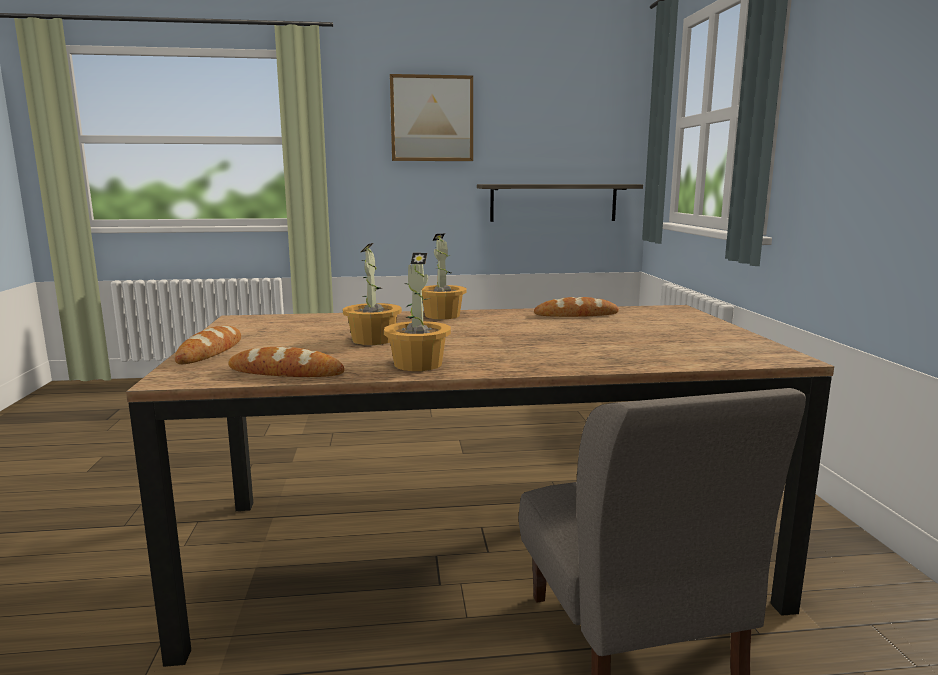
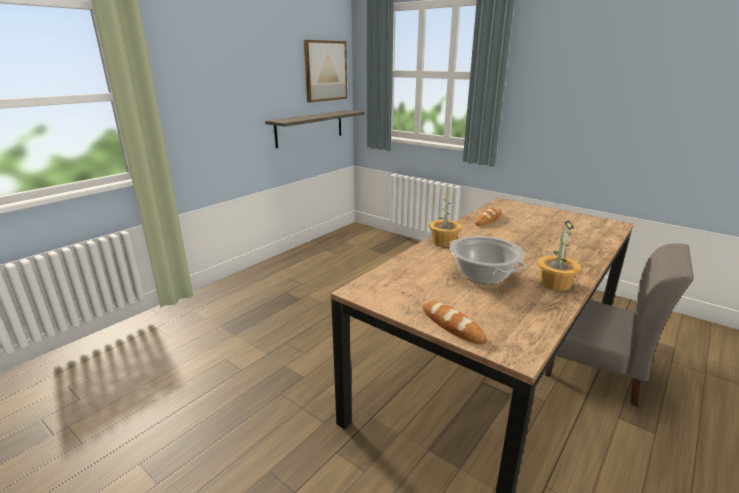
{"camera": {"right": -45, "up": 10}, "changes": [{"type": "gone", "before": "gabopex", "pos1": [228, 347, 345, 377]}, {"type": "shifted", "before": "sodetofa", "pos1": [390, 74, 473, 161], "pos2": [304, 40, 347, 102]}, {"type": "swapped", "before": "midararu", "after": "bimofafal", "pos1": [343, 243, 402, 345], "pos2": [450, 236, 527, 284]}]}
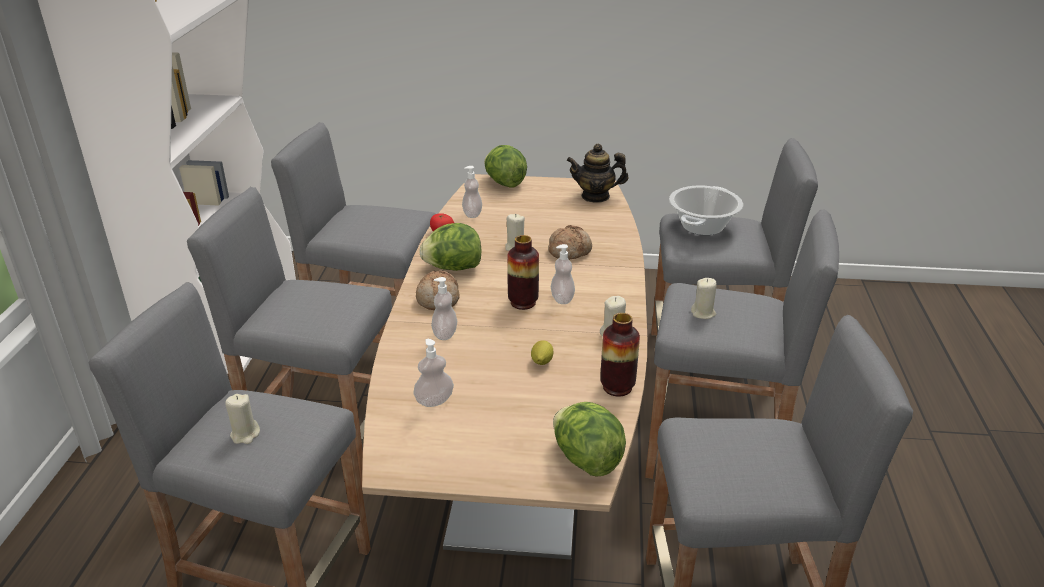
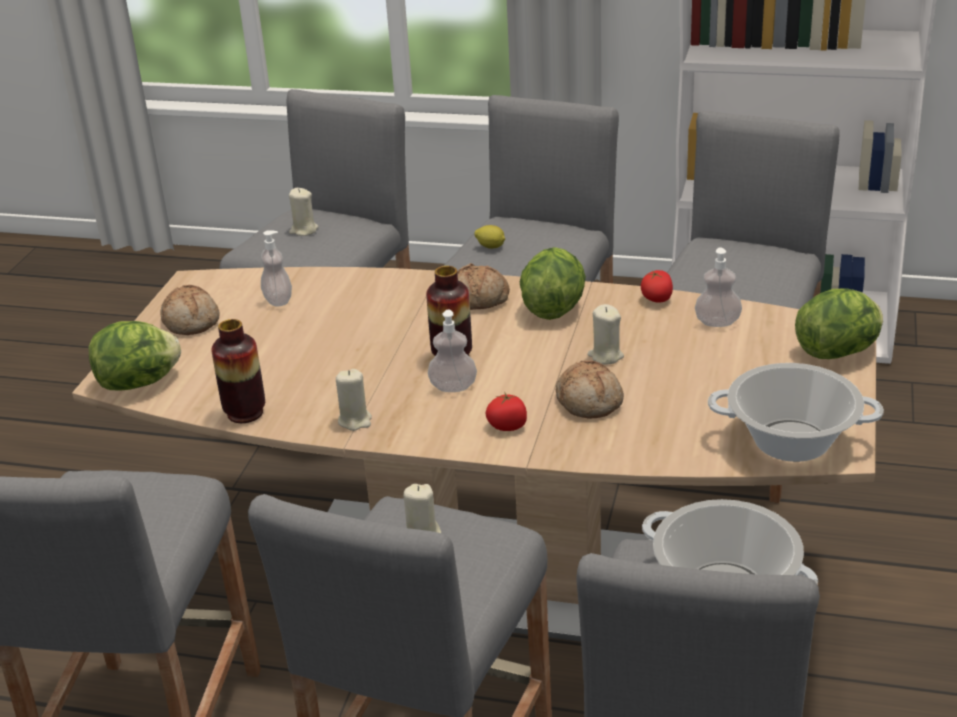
{"camera": {"right": 100, "up": 0}, "changes": [{"type": "gone", "before": "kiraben", "pos1": [431, 277, 457, 340]}, {"type": "new", "after": "gabopex", "pos2": [160, 285, 219, 335]}, {"type": "new", "after": "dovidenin", "pos2": [486, 391, 527, 431]}, {"type": "shifted", "before": "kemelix", "pos1": [531, 340, 553, 365], "pos2": [474, 225, 505, 249]}, {"type": "swapped", "before": "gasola", "after": "bimofafal", "pos1": [566, 144, 628, 203], "pos2": [708, 363, 884, 462]}]}
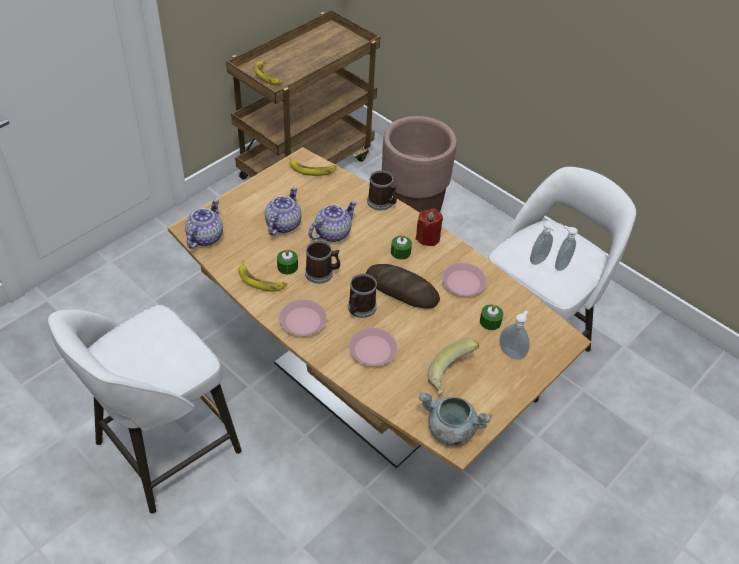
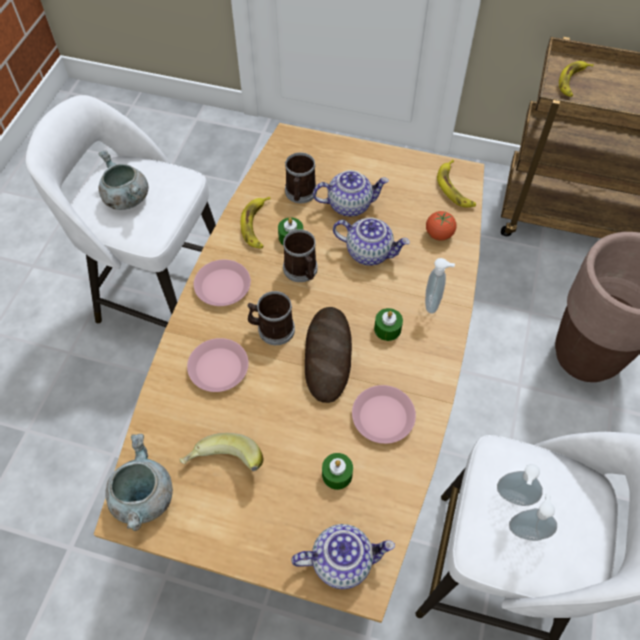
{"camera": {"right": 65, "up": 10}, "changes": [{"type": "gone", "before": "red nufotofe", "pos1": [416, 209, 443, 246]}, {"type": "new", "after": "grey bimofafal", "pos2": [99, 150, 148, 210]}, {"type": "new", "after": "dovidenin", "pos2": [426, 211, 457, 241]}, {"type": "shifted", "before": "gasola", "pos1": [185, 199, 223, 249], "pos2": [291, 524, 395, 589]}, {"type": "shifted", "before": "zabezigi", "pos1": [367, 170, 397, 211], "pos2": [285, 152, 317, 203]}, {"type": "shifted", "before": "kiraben", "pos1": [499, 311, 530, 360], "pos2": [425, 258, 455, 313]}]}
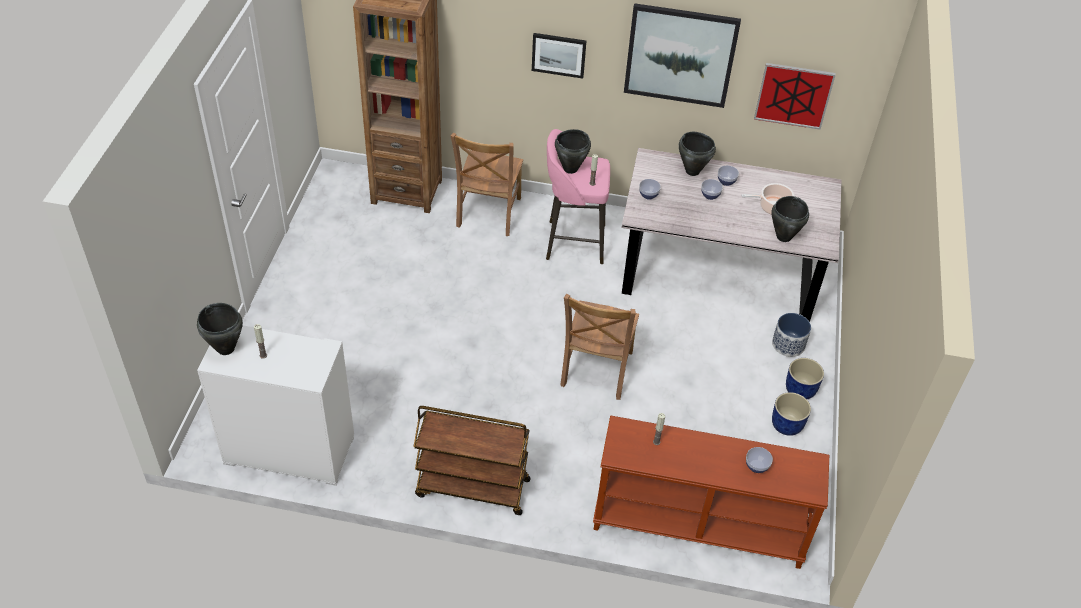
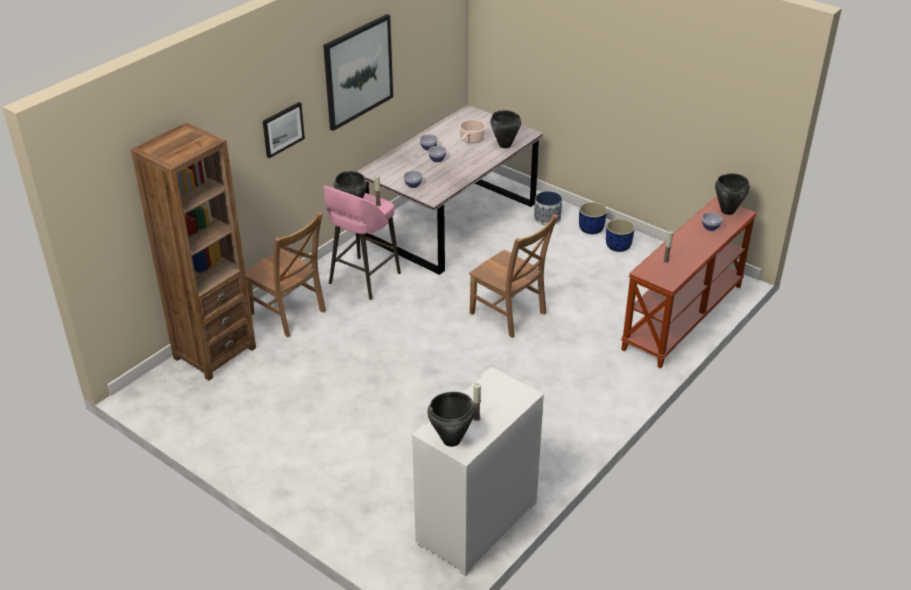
{"camera": {"right": -60, "up": -10}, "changes": [{"type": "gone", "before": "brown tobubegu", "pos1": [413, 406, 531, 515]}, {"type": "gone", "before": "sodetofa", "pos1": [754, 63, 836, 130]}, {"type": "shifted", "before": "black bimofafal", "pos1": [679, 132, 716, 176], "pos2": [715, 174, 750, 215]}]}
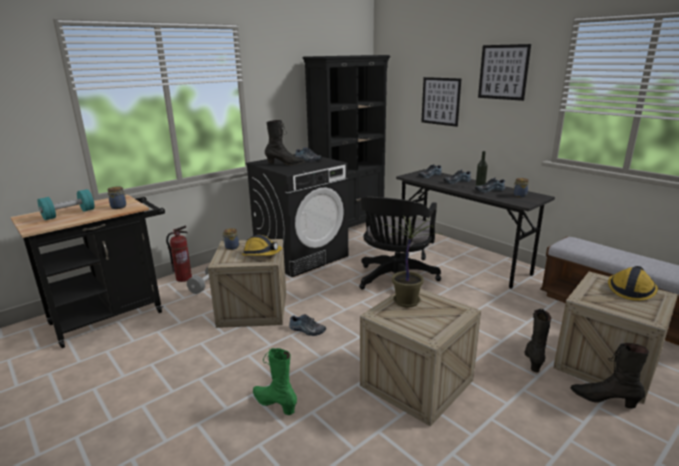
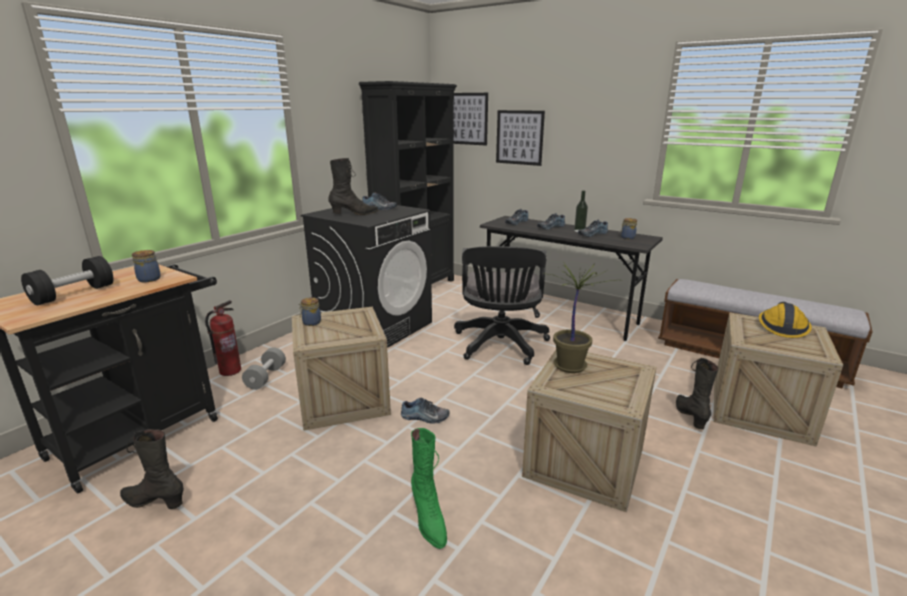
{"camera": {"right": -15, "up": 0}, "changes": [{"type": "gone", "before": "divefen", "pos1": [242, 235, 282, 256]}, {"type": "shifted", "before": "sodetofa", "pos1": [478, 44, 531, 101], "pos2": [453, 93, 488, 145]}, {"type": "shifted", "before": "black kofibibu", "pos1": [570, 343, 649, 409], "pos2": [120, 429, 184, 509]}, {"type": "repainted", "before": "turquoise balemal", "after": "black balemal", "pos1": [38, 189, 95, 220], "pos2": [21, 256, 114, 305]}, {"type": "rotated", "before": "green kofibibu", "pos1": [253, 348, 297, 415], "pos2": [411, 428, 447, 549], "turn": -135}]}
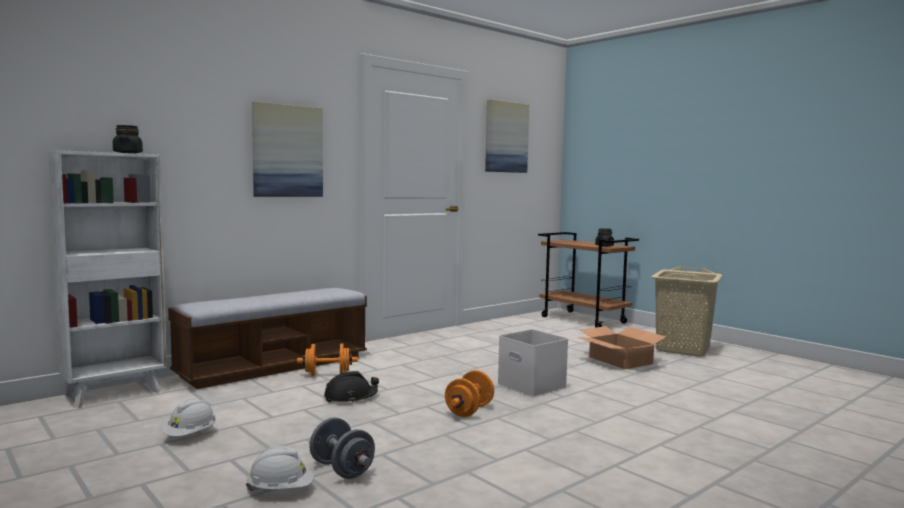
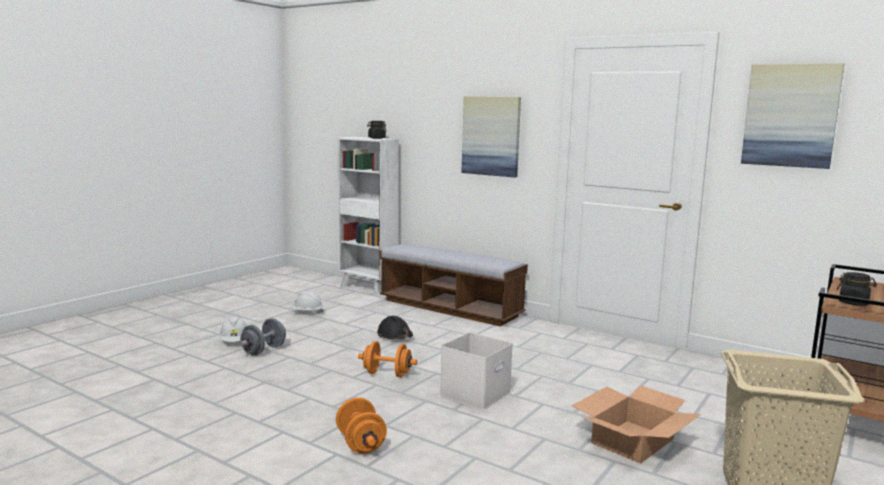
{"camera": {"right": 75, "up": 5}, "changes": [{"type": "shifted", "before": "orange balemal", "pos1": [297, 344, 358, 377], "pos2": [336, 397, 387, 454]}]}
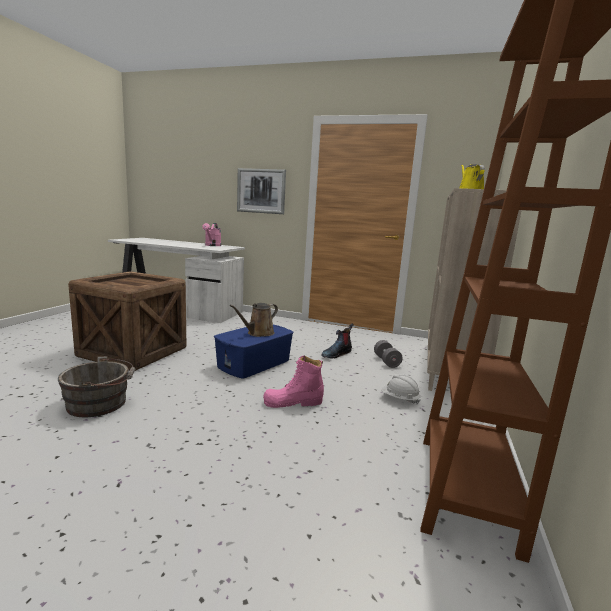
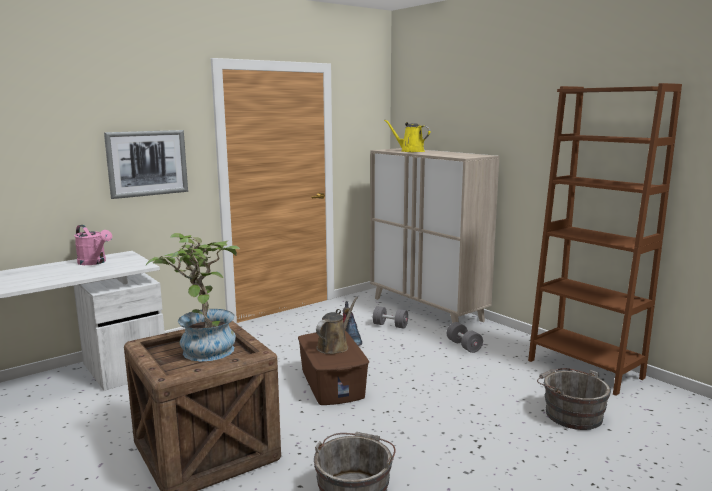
{"camera": {"right": -55, "up": 0}, "changes": [{"type": "gone", "before": "pink kofibibu", "pos1": [263, 355, 324, 408]}, {"type": "new", "after": "midararu", "pos2": [146, 233, 240, 361]}, {"type": "new", "after": "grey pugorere", "pos2": [537, 368, 611, 430]}, {"type": "swapped", "before": "white divefen", "after": "grey balemal", "pos1": [381, 374, 421, 404], "pos2": [447, 322, 483, 353]}, {"type": "repainted", "before": "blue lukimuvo", "after": "brown lukimuvo", "pos1": [214, 325, 294, 379], "pos2": [298, 331, 369, 405]}, {"type": "rotated", "before": "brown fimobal", "pos1": [229, 303, 278, 337], "pos2": [316, 297, 358, 354], "turn": -135}]}
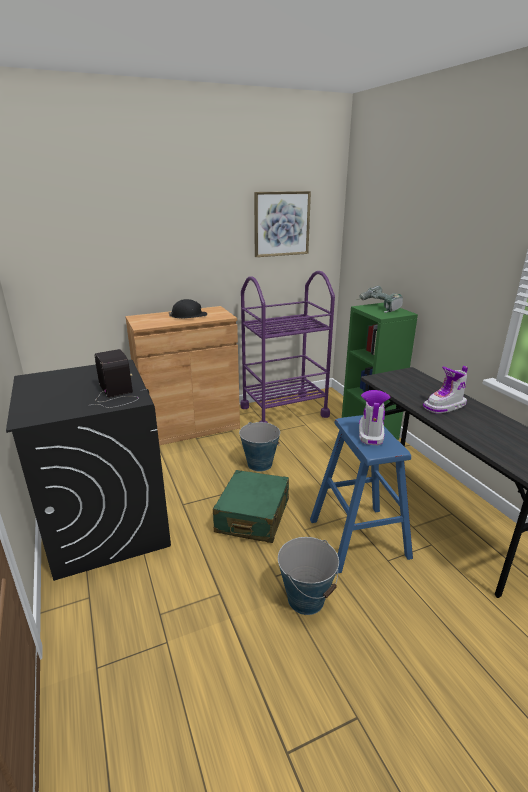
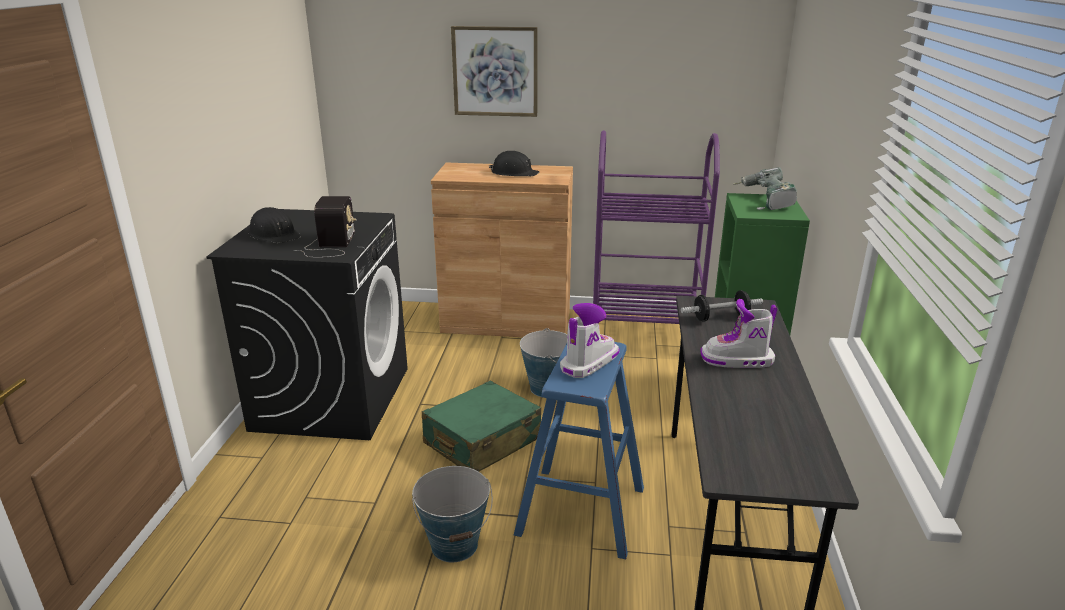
{"camera": {"right": 30, "up": 0}, "changes": [{"type": "new", "after": "black divefen", "pos2": [248, 207, 301, 243]}, {"type": "new", "after": "balemal", "pos2": [681, 290, 763, 322]}, {"type": "shifted", "before": "sodetofa", "pos1": [254, 191, 311, 257], "pos2": [451, 26, 538, 117]}]}
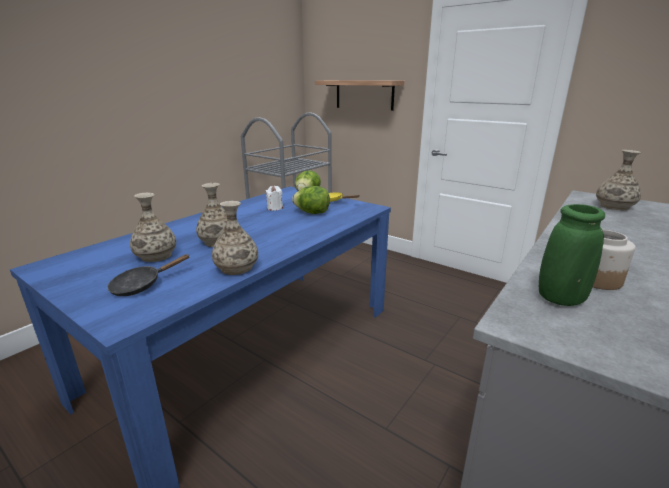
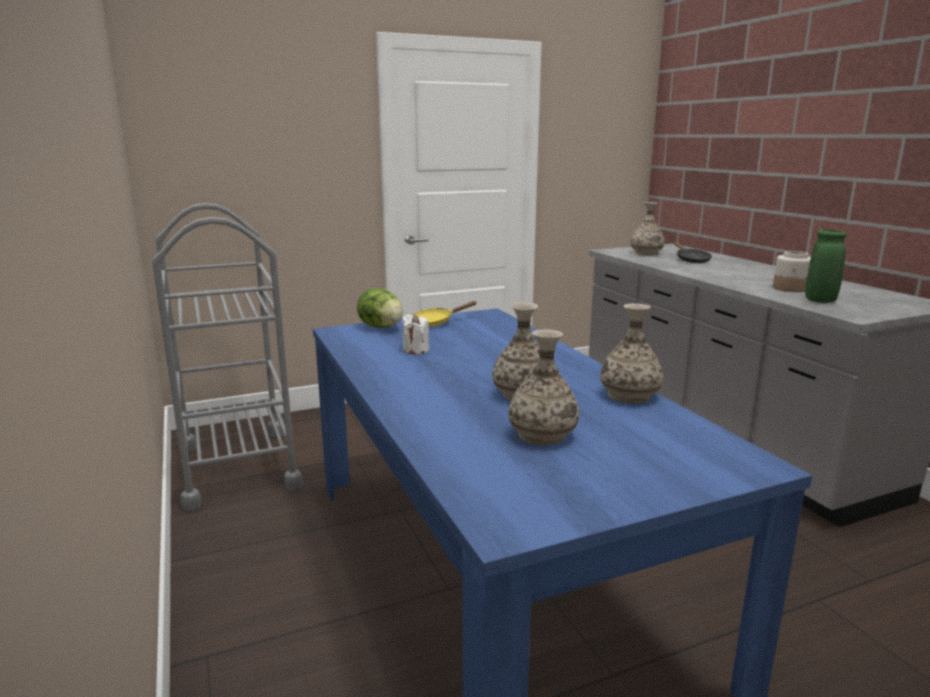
{"camera": {"right": -60, "up": -5}, "changes": [{"type": "gone", "before": "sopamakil", "pos1": [292, 186, 330, 214]}, {"type": "gone", "before": "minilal", "pos1": [315, 80, 404, 111]}, {"type": "shifted", "before": "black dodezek", "pos1": [107, 254, 189, 296], "pos2": [673, 241, 712, 263]}]}
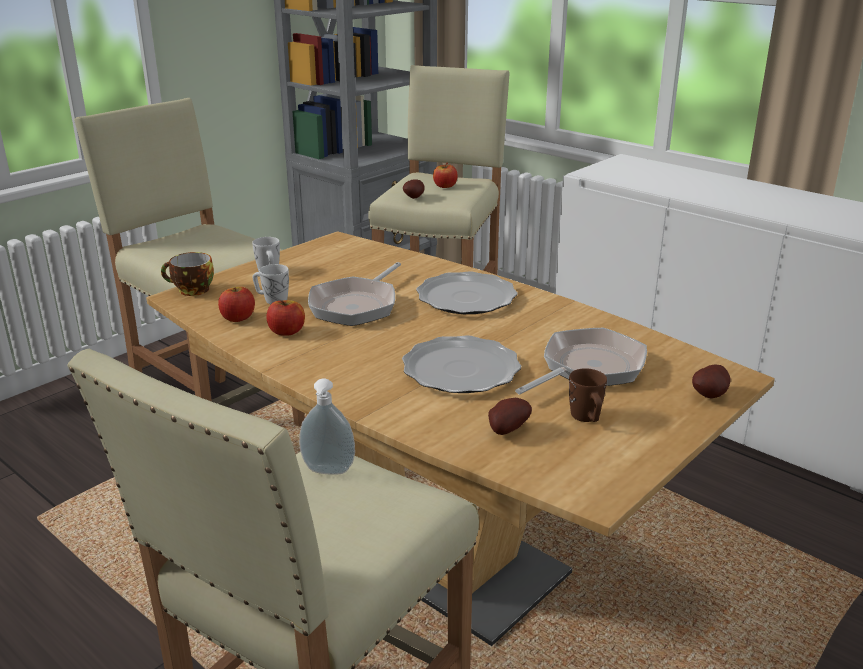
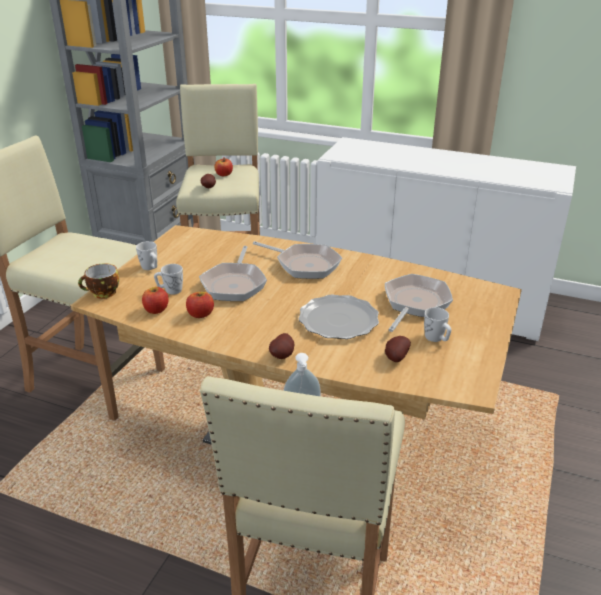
{"camera": {"right": -20, "up": 5}, "changes": [{"type": "shifted", "before": "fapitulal", "pos1": [692, 364, 731, 398], "pos2": [269, 333, 295, 359]}, {"type": "swapped", "before": "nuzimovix", "after": "dodezek", "pos1": [416, 271, 518, 314], "pos2": [253, 241, 342, 279]}, {"type": "repainted", "before": "brown zabezigi", "after": "white zabezigi", "pos1": [569, 368, 607, 422], "pos2": [424, 307, 451, 342]}]}
